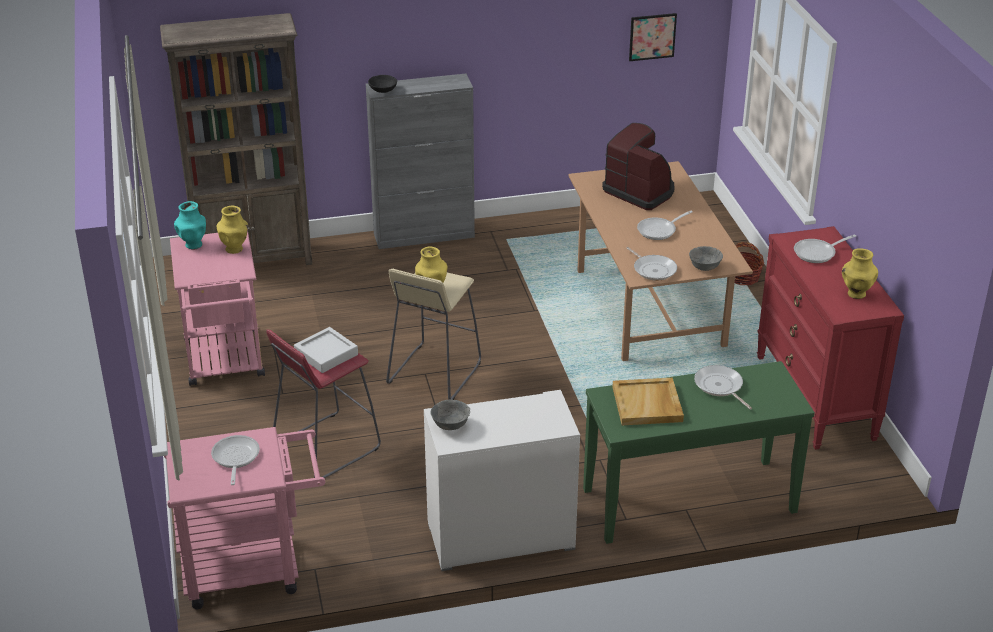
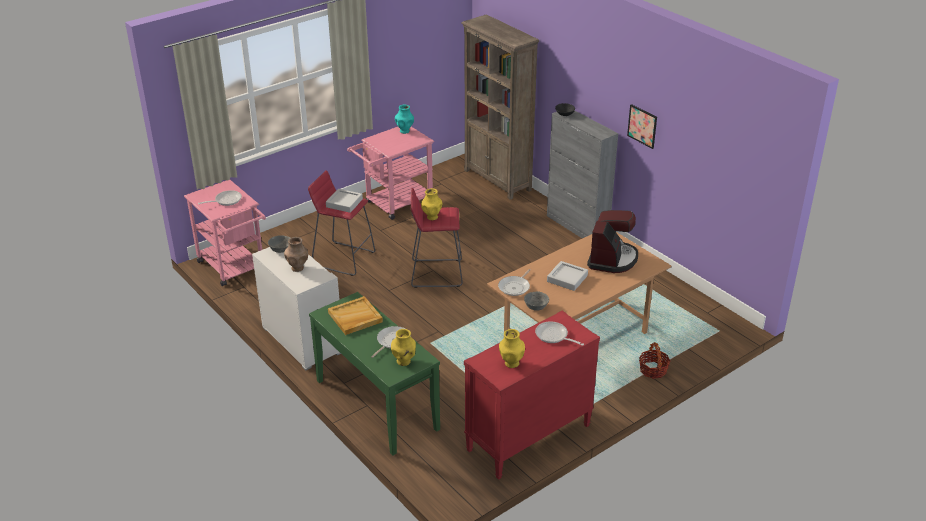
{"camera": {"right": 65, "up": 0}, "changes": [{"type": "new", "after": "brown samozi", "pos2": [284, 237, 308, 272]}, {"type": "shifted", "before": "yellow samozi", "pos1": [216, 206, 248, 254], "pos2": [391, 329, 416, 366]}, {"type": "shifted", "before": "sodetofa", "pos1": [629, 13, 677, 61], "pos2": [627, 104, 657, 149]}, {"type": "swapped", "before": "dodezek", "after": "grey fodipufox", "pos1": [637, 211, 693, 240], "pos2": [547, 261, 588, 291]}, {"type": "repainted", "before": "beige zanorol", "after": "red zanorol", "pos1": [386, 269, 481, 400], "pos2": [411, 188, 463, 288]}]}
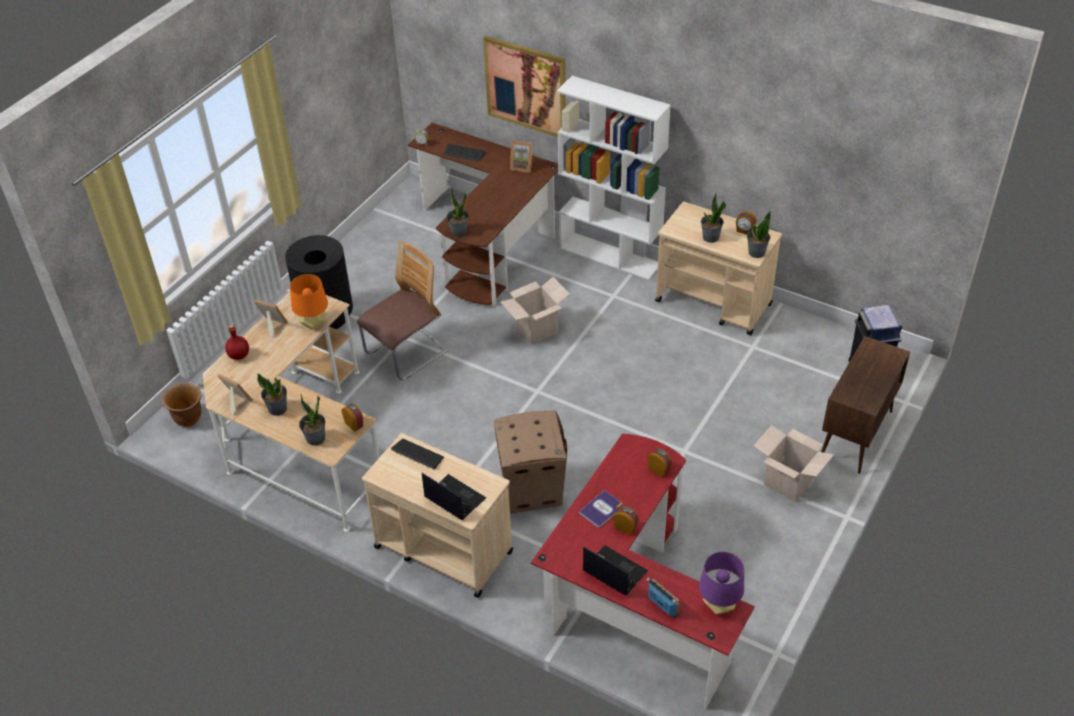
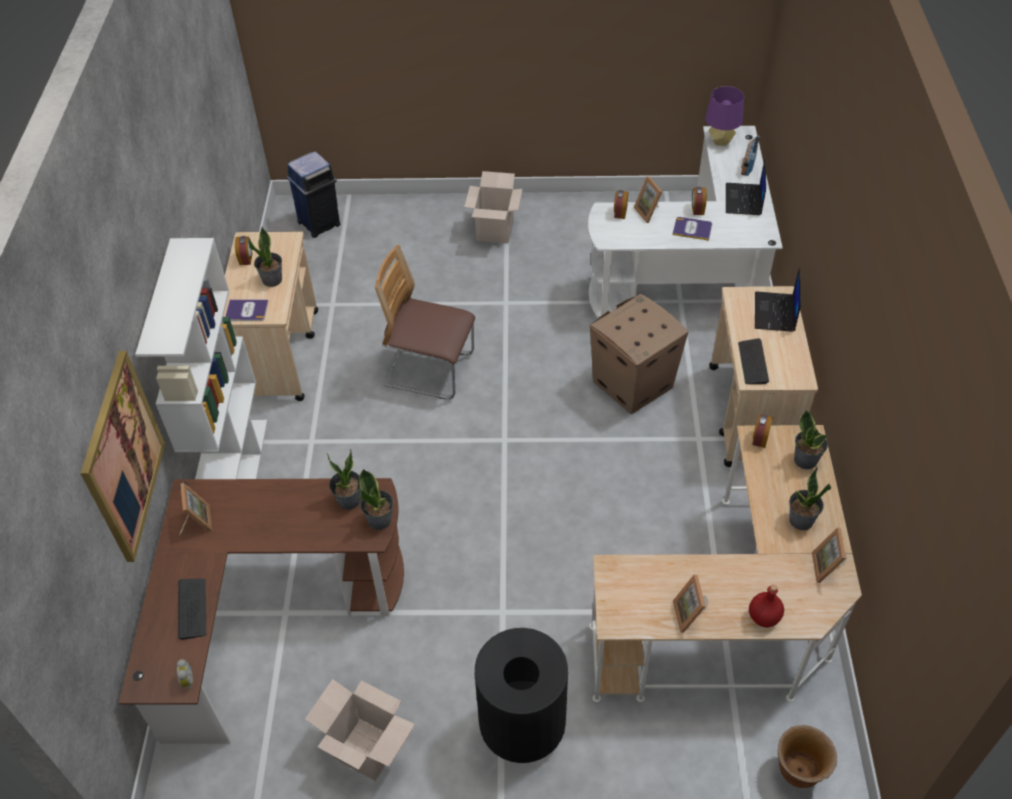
{"camera": {"right": -120, "up": 5}, "changes": [{"type": "gone", "before": "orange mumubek", "pos1": [290, 274, 328, 330]}, {"type": "gone", "before": "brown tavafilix", "pos1": [821, 336, 910, 474]}, {"type": "new", "after": "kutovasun", "pos2": [225, 300, 268, 321]}, {"type": "new", "after": "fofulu", "pos2": [634, 176, 662, 223]}, {"type": "shifted", "before": "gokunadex", "pos1": [357, 241, 448, 380], "pos2": [375, 245, 475, 399]}, {"type": "shifted", "before": "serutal", "pos1": [500, 277, 570, 345], "pos2": [305, 679, 415, 781]}, {"type": "shifted", "before": "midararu", "pos1": [747, 211, 771, 258], "pos2": [327, 449, 361, 510]}, {"type": "repainted", "before": "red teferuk", "after": "white teferuk", "pos1": [531, 434, 755, 709], "pos2": [588, 126, 783, 318]}]}
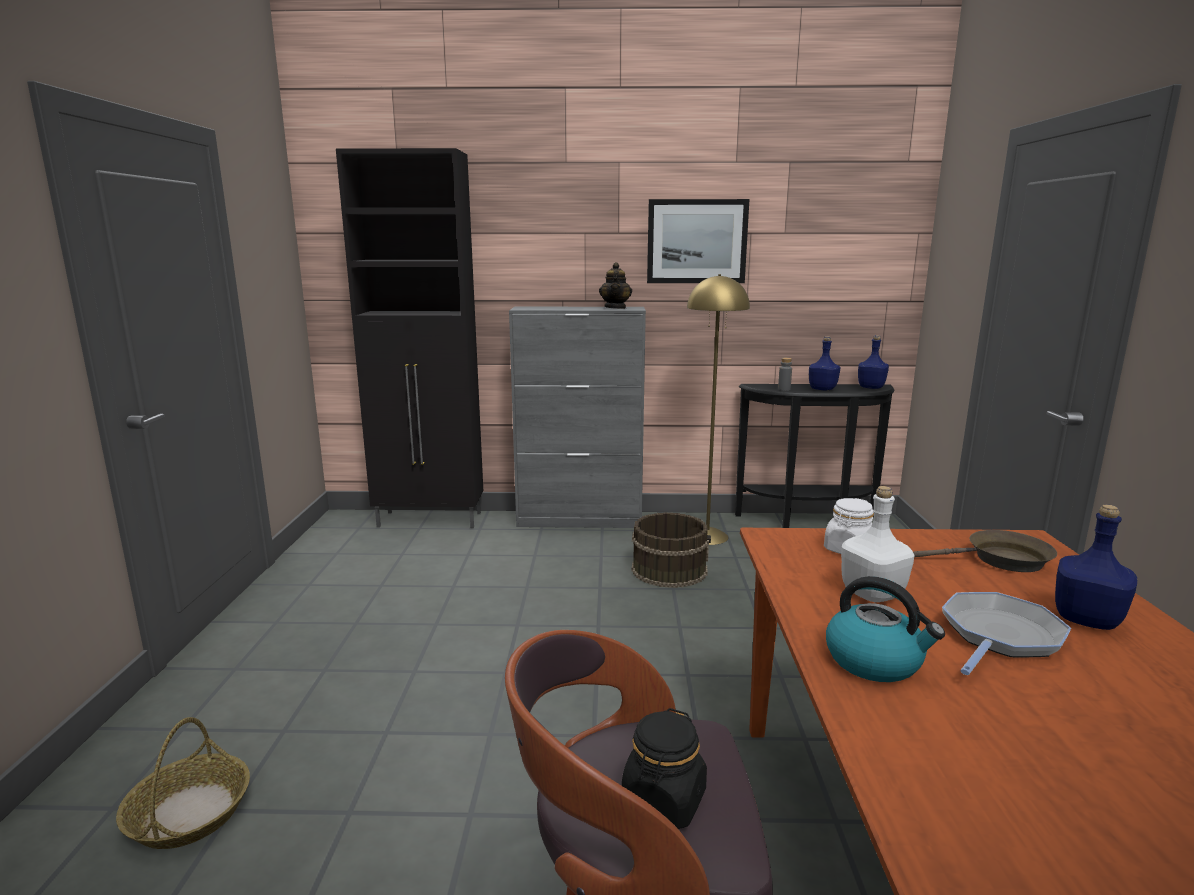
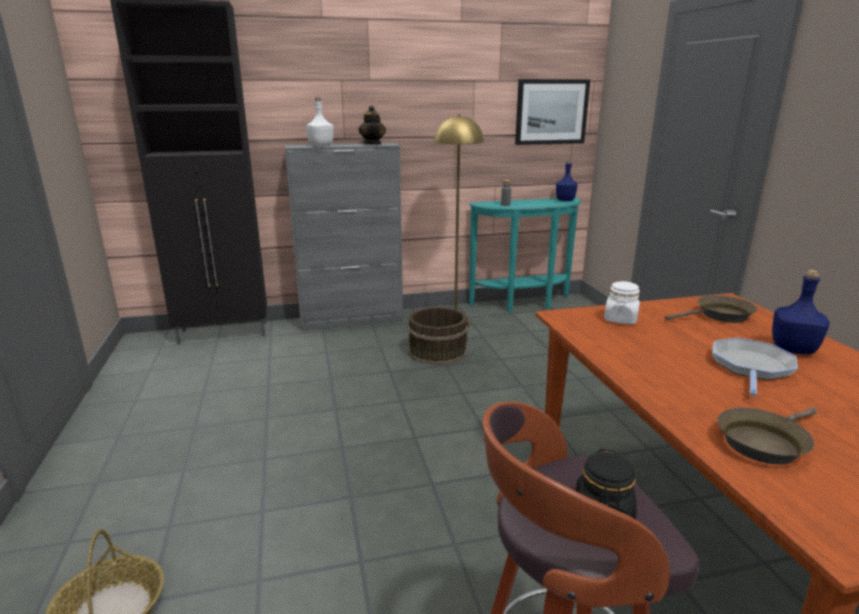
{"camera": {"right": -15, "up": 5}, "changes": [{"type": "gone", "before": "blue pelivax", "pos1": [809, 336, 840, 390]}, {"type": "gone", "before": "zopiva", "pos1": [826, 576, 945, 682]}, {"type": "new", "after": "brown dodezek", "pos2": [718, 407, 818, 465]}, {"type": "shifted", "before": "sodetofa", "pos1": [647, 199, 749, 283], "pos2": [515, 79, 590, 145]}, {"type": "shifted", "before": "white pelivax", "pos1": [841, 486, 914, 602], "pos2": [306, 98, 334, 146]}, {"type": "repainted", "before": "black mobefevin", "after": "turquoise mobefevin", "pos1": [735, 384, 894, 528], "pos2": [469, 197, 581, 312]}]}
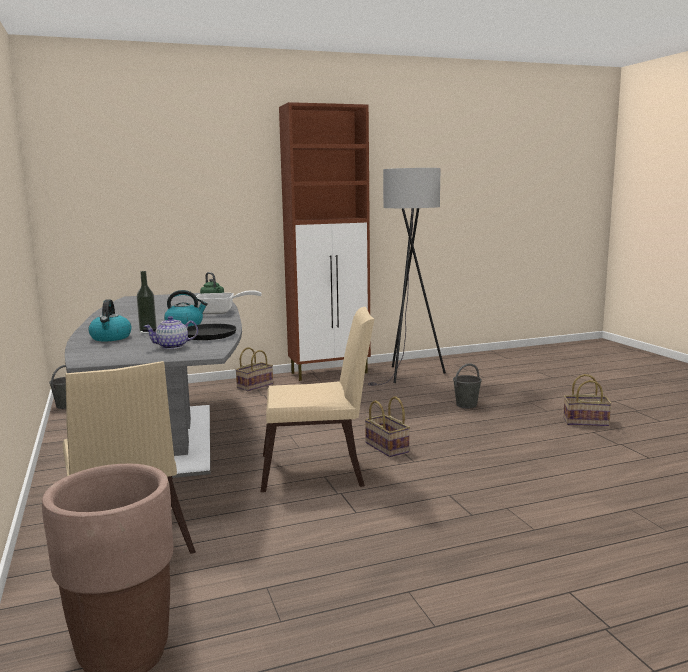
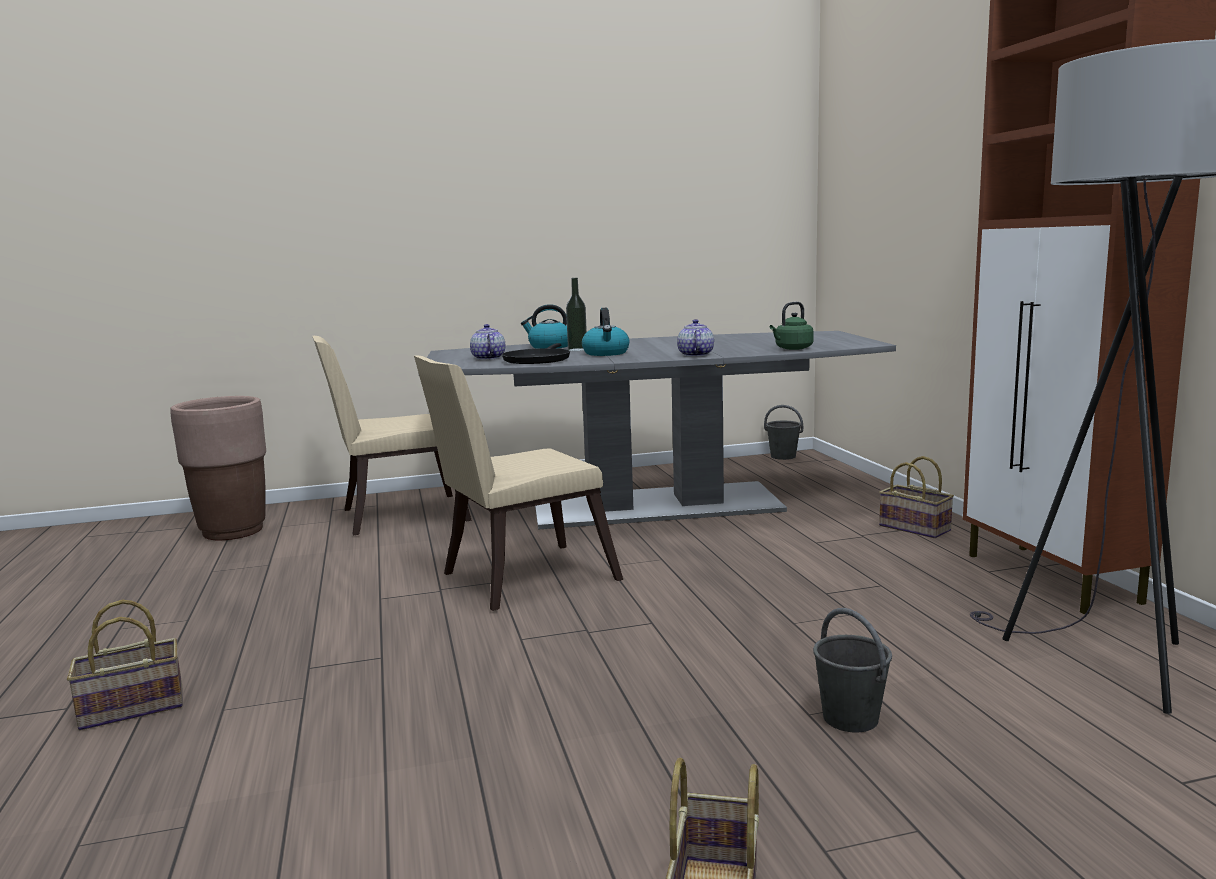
{"camera": {"right": 95, "up": 0}, "changes": [{"type": "shifted", "before": "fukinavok", "pos1": [365, 396, 410, 457], "pos2": [67, 600, 183, 730]}, {"type": "swapped", "before": "dodezek", "after": "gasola", "pos1": [196, 290, 262, 314], "pos2": [677, 319, 714, 357]}, {"type": "rotated", "before": "beige gokunadex", "pos1": [261, 307, 374, 492], "pos2": [414, 355, 623, 611], "turn": 60}]}
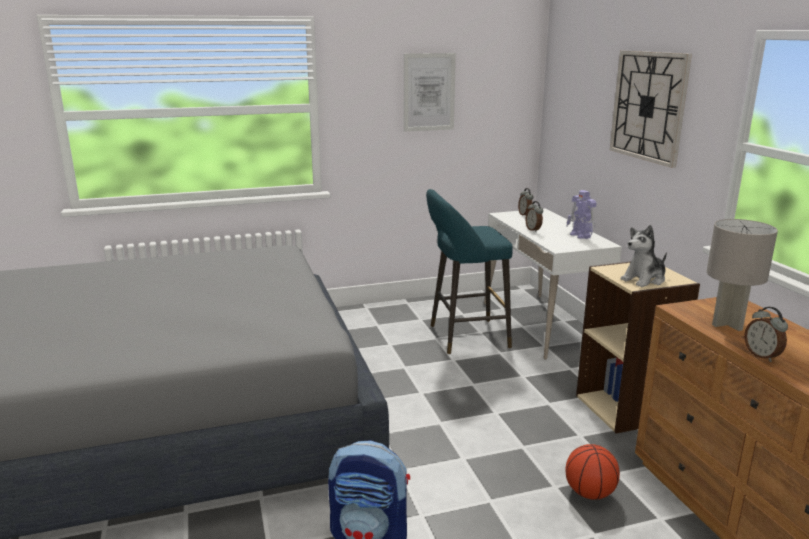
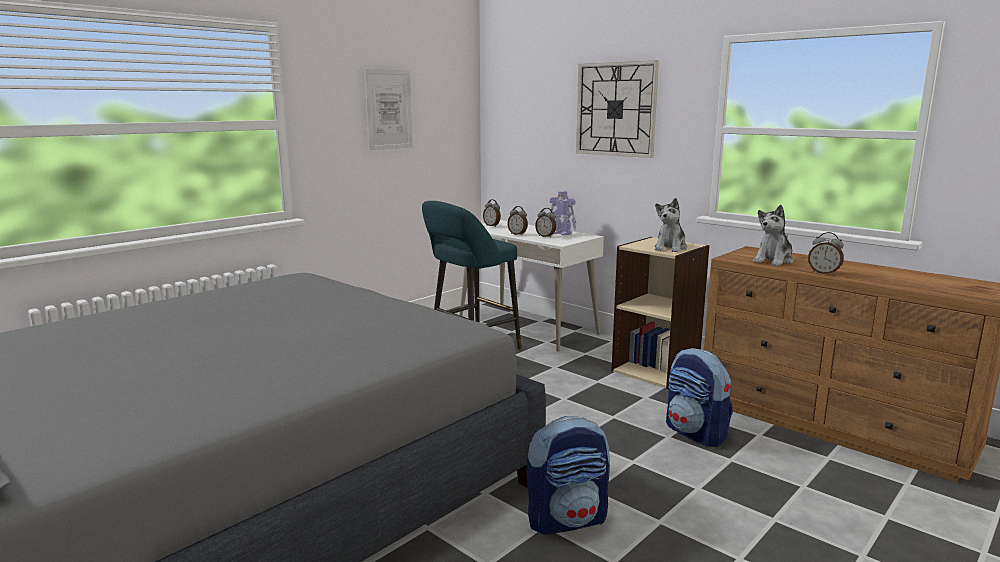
{"camera": {"right": -30, "up": -5}, "changes": [{"type": "new", "after": "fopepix", "pos2": [535, 208, 556, 238]}, {"type": "swapped", "before": "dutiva", "after": "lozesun", "pos1": [566, 444, 620, 500], "pos2": [666, 348, 733, 447]}, {"type": "swapped", "before": "grey mumubek", "after": "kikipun", "pos1": [707, 219, 778, 331], "pos2": [753, 205, 794, 266]}]}
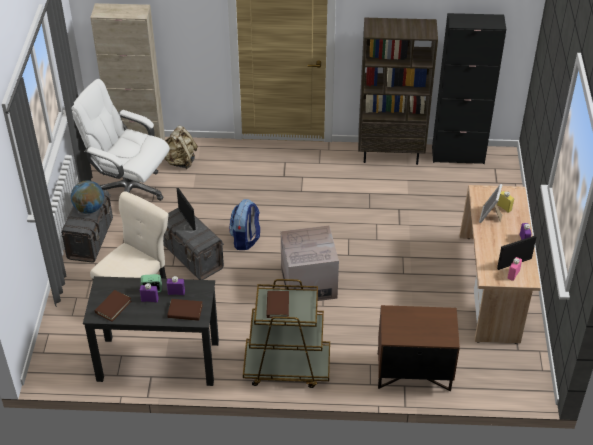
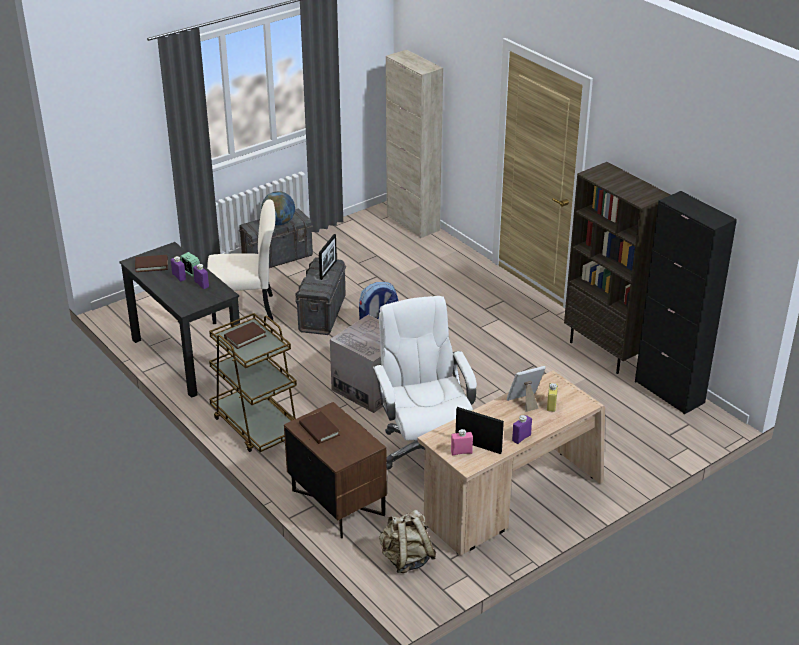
{"camera": {"right": 50, "up": -10}, "changes": [{"type": "shifted", "before": "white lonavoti", "pos1": [72, 79, 170, 201], "pos2": [373, 296, 477, 470]}, {"type": "shifted", "before": "beige lozesun", "pos1": [164, 126, 198, 169], "pos2": [379, 509, 436, 573]}, {"type": "shifted", "before": "brown kutovasun", "pos1": [167, 299, 203, 321], "pos2": [299, 411, 340, 444]}]}
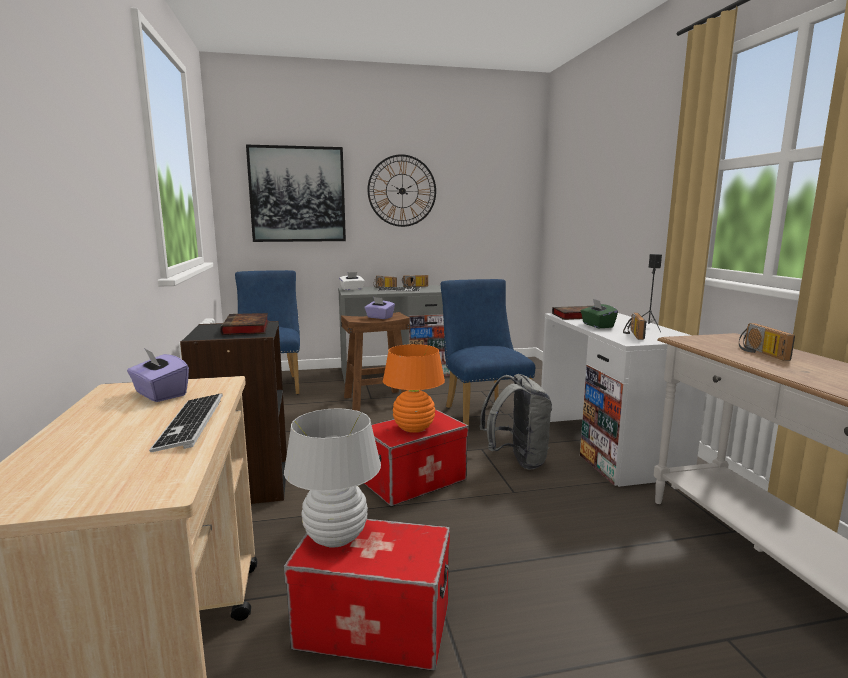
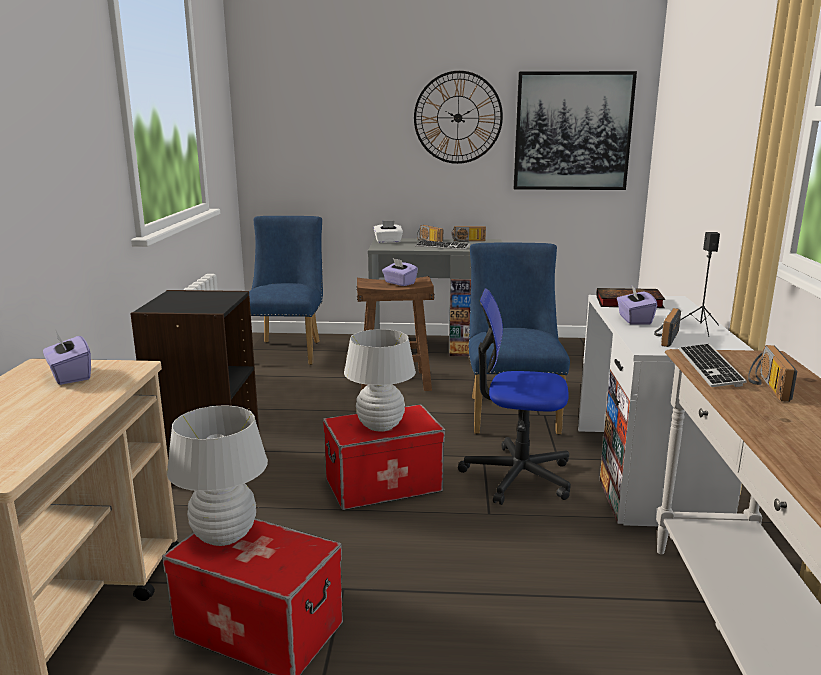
{"camera": {"right": 15, "up": 5}, "changes": [{"type": "gone", "before": "kutovasun", "pos1": [220, 313, 269, 335]}, {"type": "shifted", "before": "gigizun", "pos1": [149, 394, 223, 452], "pos2": [679, 344, 747, 387]}, {"type": "shifted", "before": "sodetofa", "pos1": [246, 145, 346, 242], "pos2": [514, 71, 637, 190]}, {"type": "swapped", "before": "grey lozesun", "after": "lonavoti", "pos1": [480, 374, 552, 470], "pos2": [458, 288, 571, 505]}, {"type": "repainted", "before": "orange mumubek", "after": "white mumubek", "pos1": [383, 344, 445, 433], "pos2": [344, 329, 416, 432]}, {"type": "repainted", "before": "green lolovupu", "after": "purple lolovupu", "pos1": [581, 299, 618, 328], "pos2": [617, 285, 657, 324]}]}
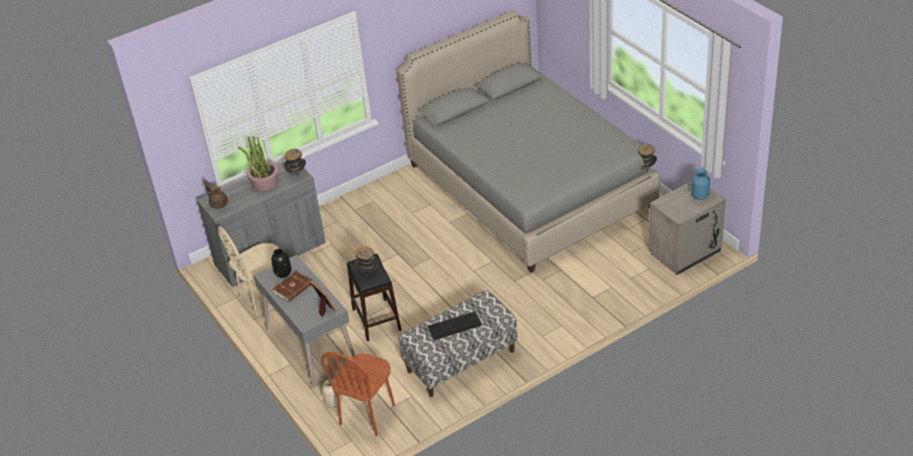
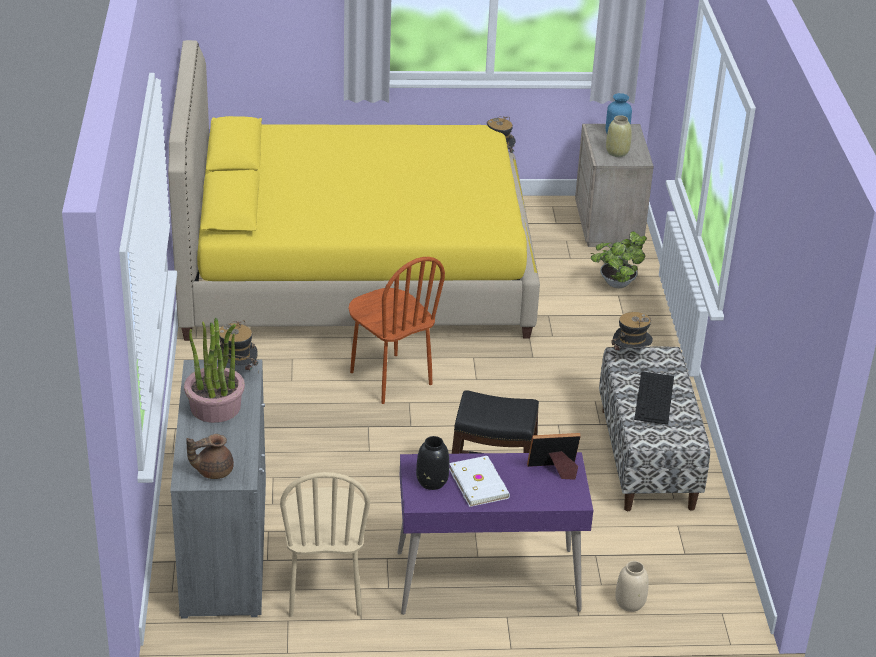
{"camera": {"right": -65, "up": -5}, "changes": [{"type": "new", "after": "midararu", "pos2": [591, 231, 647, 288]}, {"type": "new", "after": "beige samozi", "pos2": [606, 115, 632, 157]}, {"type": "shifted", "before": "brown gokunadex", "pos1": [321, 352, 395, 436], "pos2": [349, 257, 445, 404]}, {"type": "shifted", "before": "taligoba", "pos1": [354, 246, 379, 272], "pos2": [612, 312, 653, 362]}, {"type": "repainted", "before": "grey teferuk", "after": "purple teferuk", "pos1": [253, 255, 355, 388], "pos2": [398, 452, 593, 615]}, {"type": "repainted", "before": "brown kutovasun", "after": "white kutovasun", "pos1": [272, 271, 313, 302], "pos2": [449, 456, 510, 507]}, {"type": "repainted", "before": "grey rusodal", "after": "yellow rusodal", "pos1": [396, 11, 660, 273], "pos2": [168, 40, 540, 341]}]}
